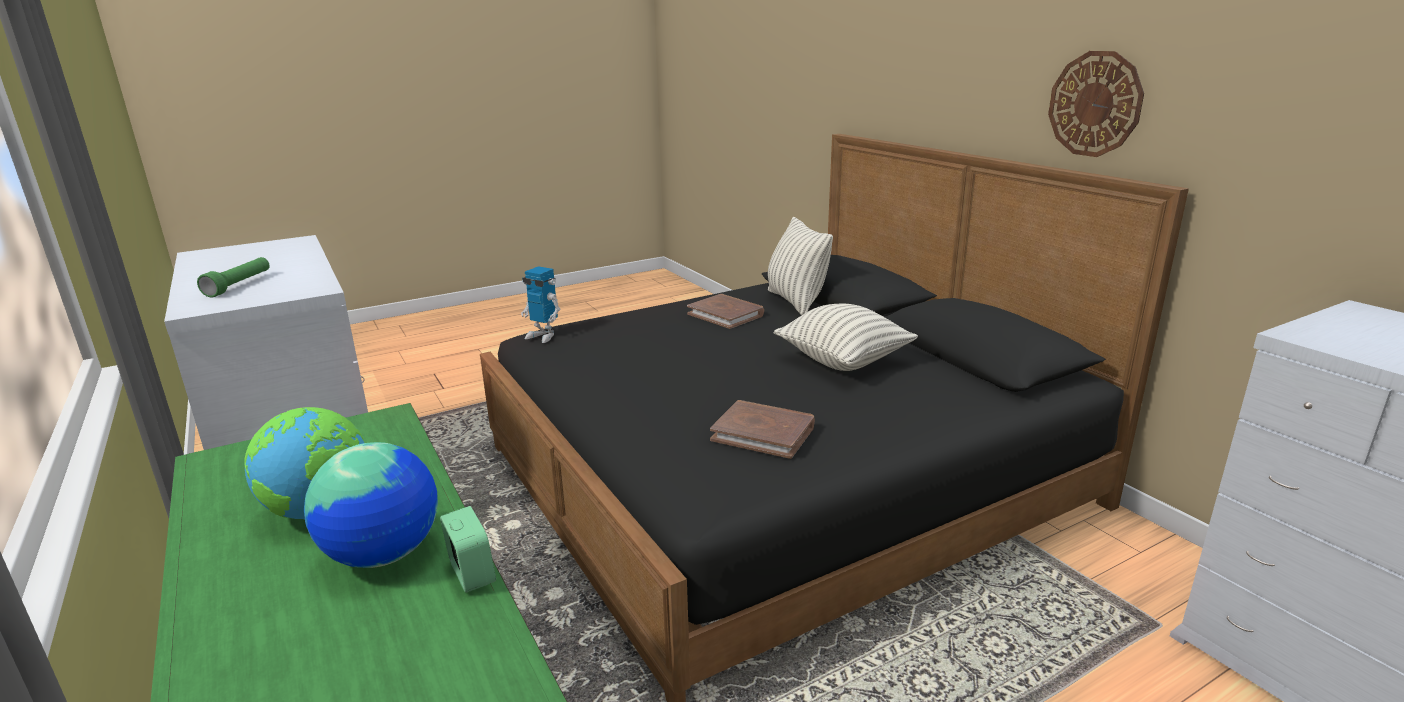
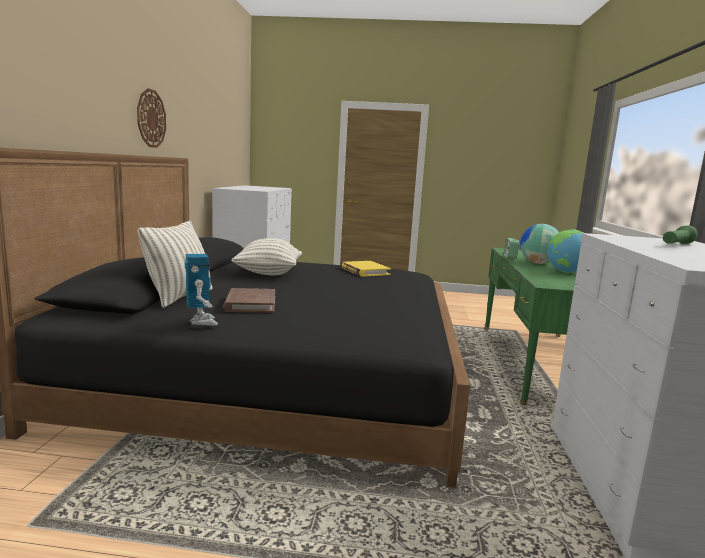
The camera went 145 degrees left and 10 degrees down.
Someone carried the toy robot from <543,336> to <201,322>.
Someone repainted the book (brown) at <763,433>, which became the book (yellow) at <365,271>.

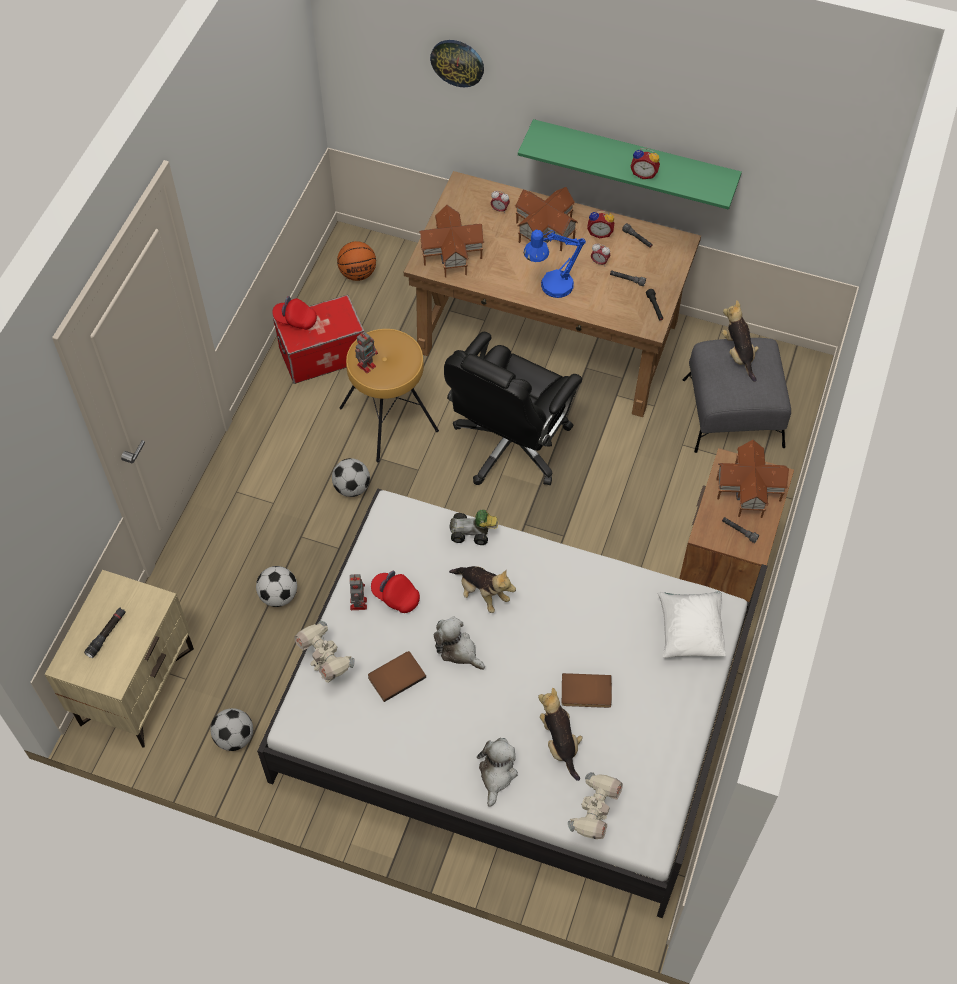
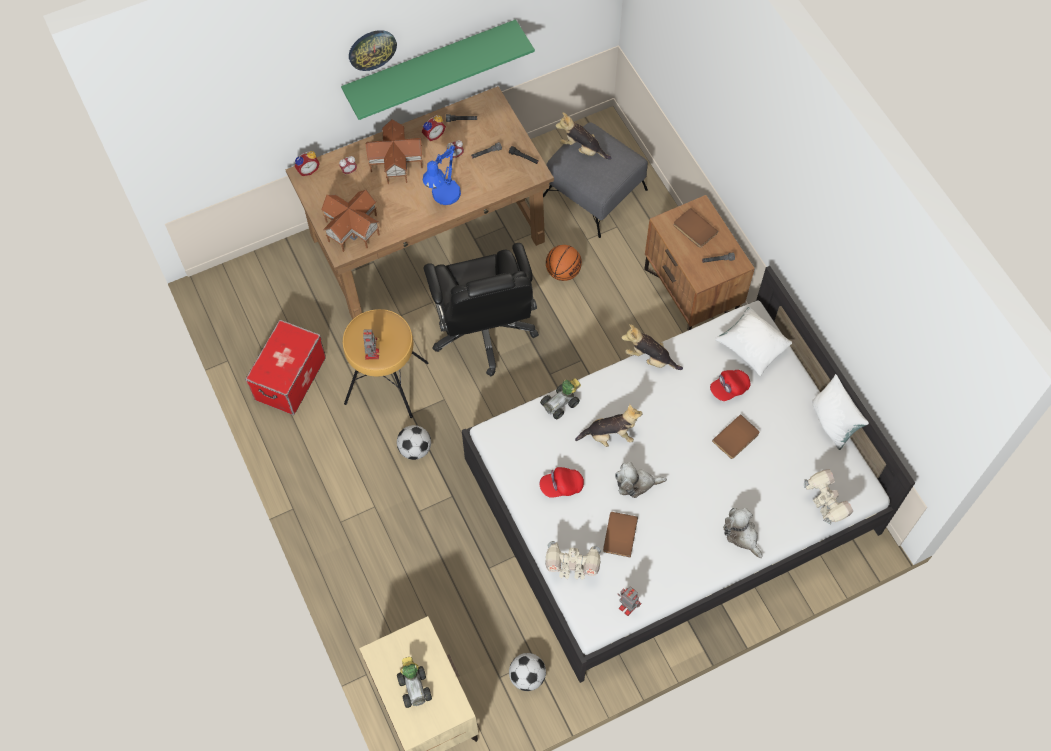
The camera went 45 degrees left and 5 degrees up.
Someone took away the football at <278,596>.
Someone put down the pillow (white) at <833,423>.
Someone carried the cap (red) from <295,320> to <729,389>.
Someone carried the basketball from <358,273> to <563,272>.
Someone carried the toy robot from <358,603> to <627,606>.
Someone carried the wall clock from <457,62> to <372,49>.
Someone carried the plush toy from <560,742> to <649,358>.
Someone carried the alarm clock from <644,173> to <308,170>.
Someone swapped the flashlight (black) at <106,634> for the toy car at <415,685>.
Someone swapped the toy house at <747,489> for the book (brown) at <694,230>.

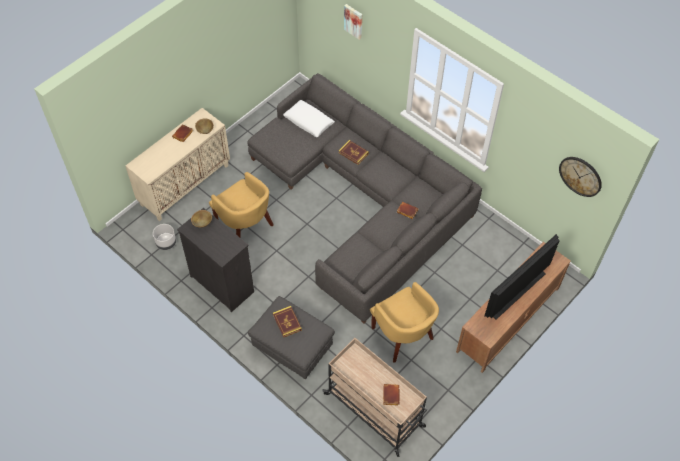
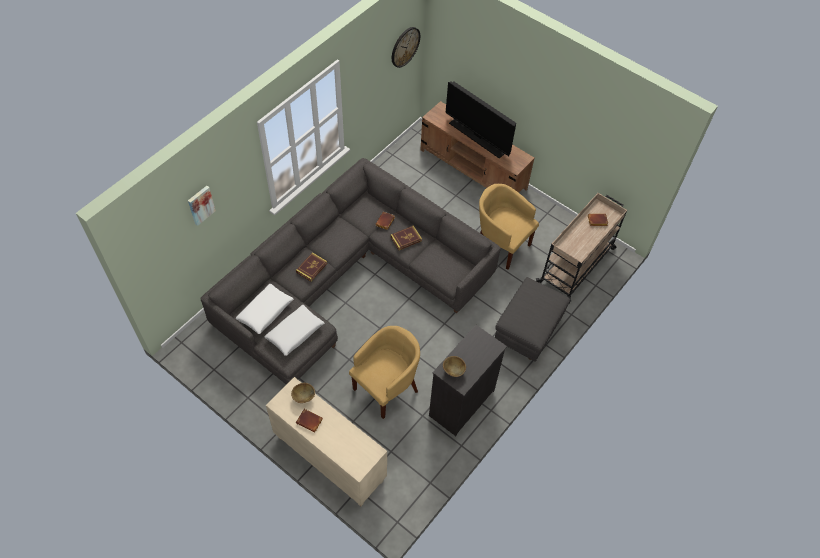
The camera went 95 degrees left and 0 degrees up.
Someone took away the planter (grey) at <166,242>.
Someone put down the pillow (white) at <295,333>.
Someone carried the book from <287,322> to <406,239>.
Someone rotated the armchair (yellow) at <403,336> by 105 degrees counterclockwise.

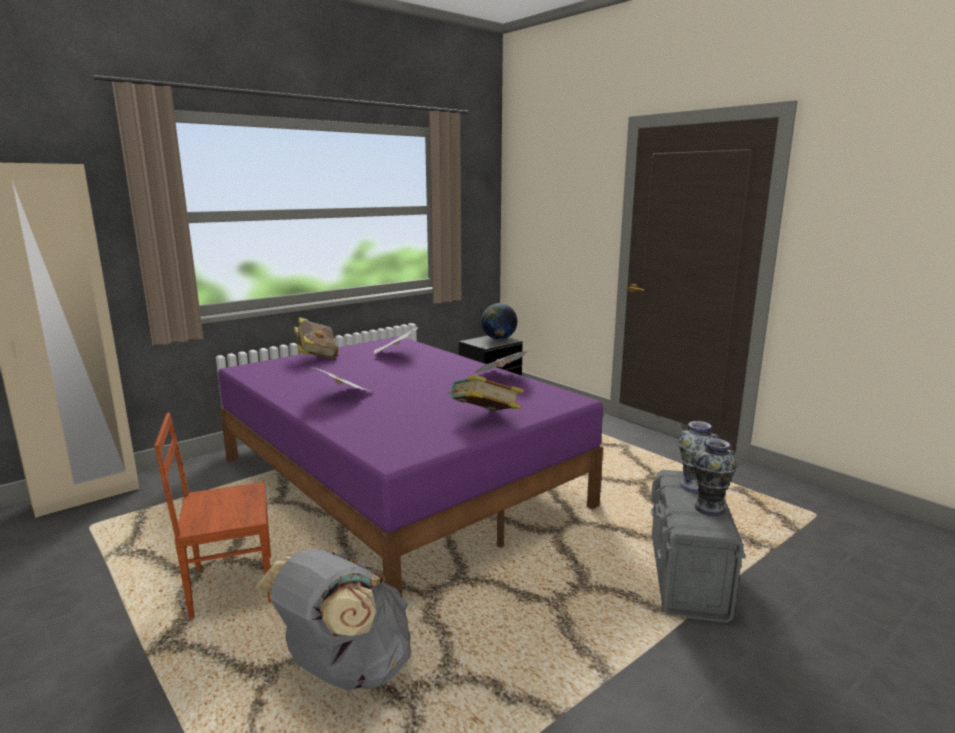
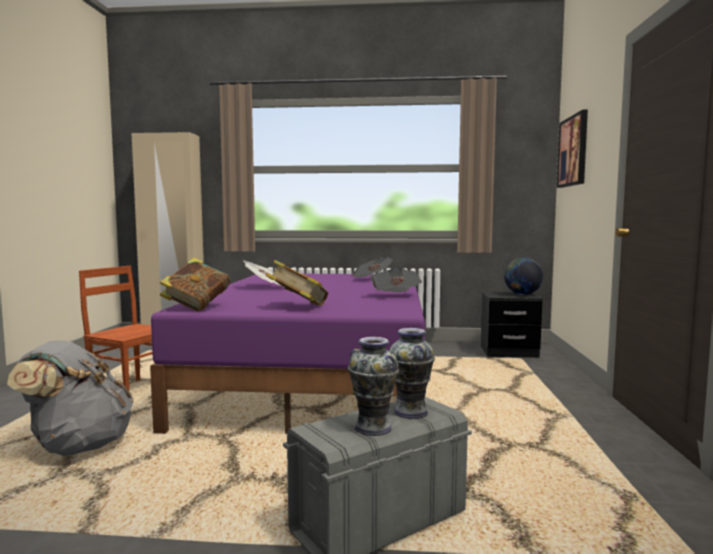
The camera went 45 degrees right and 10 degrees down.
Someone put up the picture at <573,151>.
Someone carried the book from <316,356> to <197,307>.

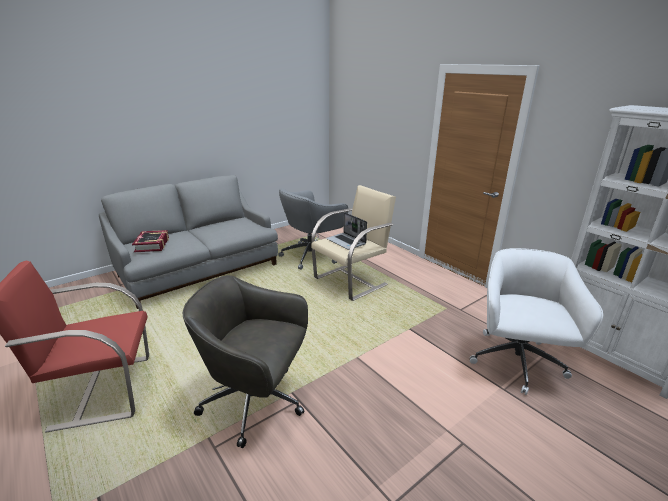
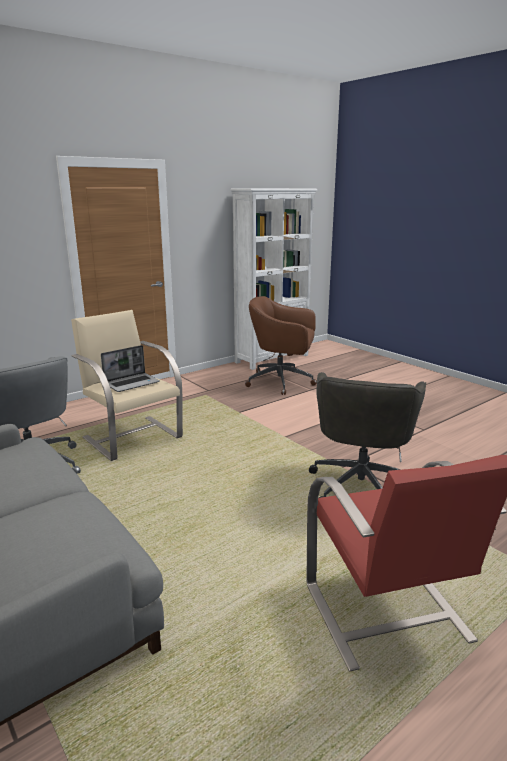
The camera went 90 degrees left and 5 degrees down.
Someone took away the book at <152,245>.
Someone repainted the office chair (white) at <516,363>, which became the office chair (brown) at <282,382>.

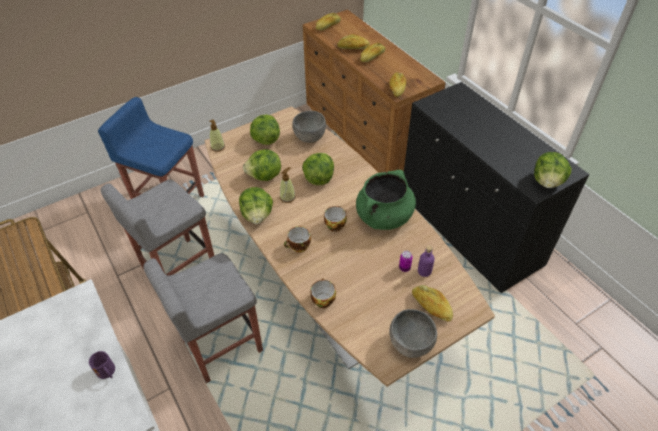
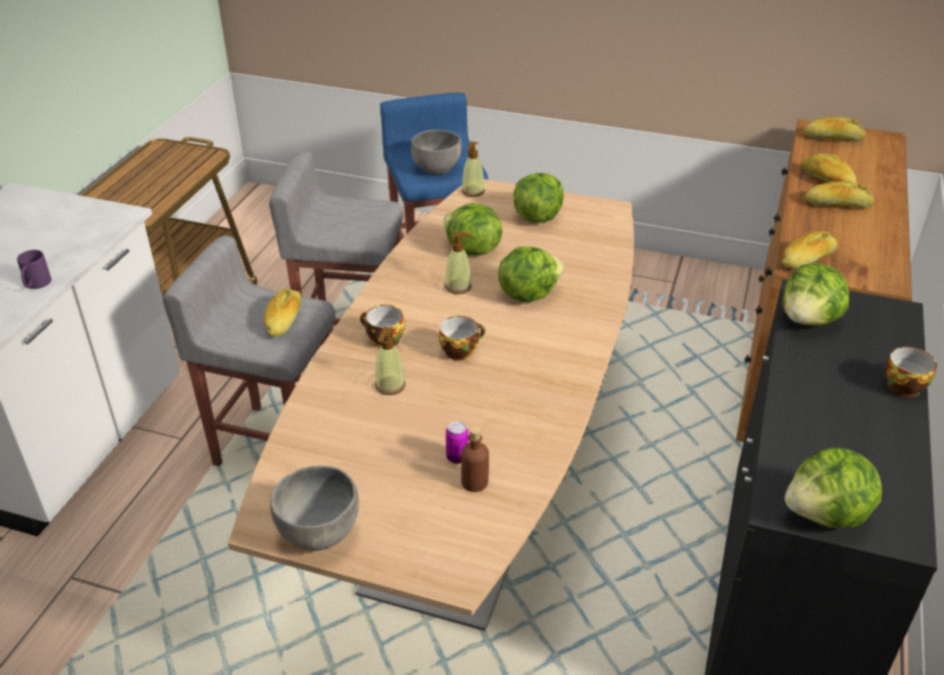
The camera went 50 degrees right and 10 degrees down.
Someone took away the cooking pot (green) at <384,217>.
Someone put down the soap dispenser at <390,386>.
Someone carried the lettuce from <257,215> to <809,320>.
Someone carried the bowl (grey) from <309,138> to <437,169>.
Someone carried the cup from <322,299> to <903,385>.
Someone carried the bread from <431,307> to <284,320>.
Someone repainted the bottle (purple) at <424,271>, which became the bottle (brown) at <474,482>.

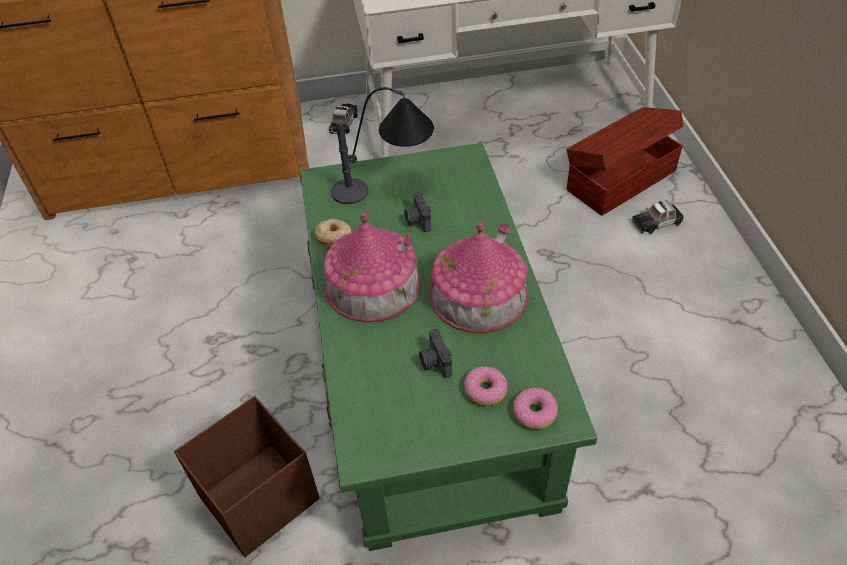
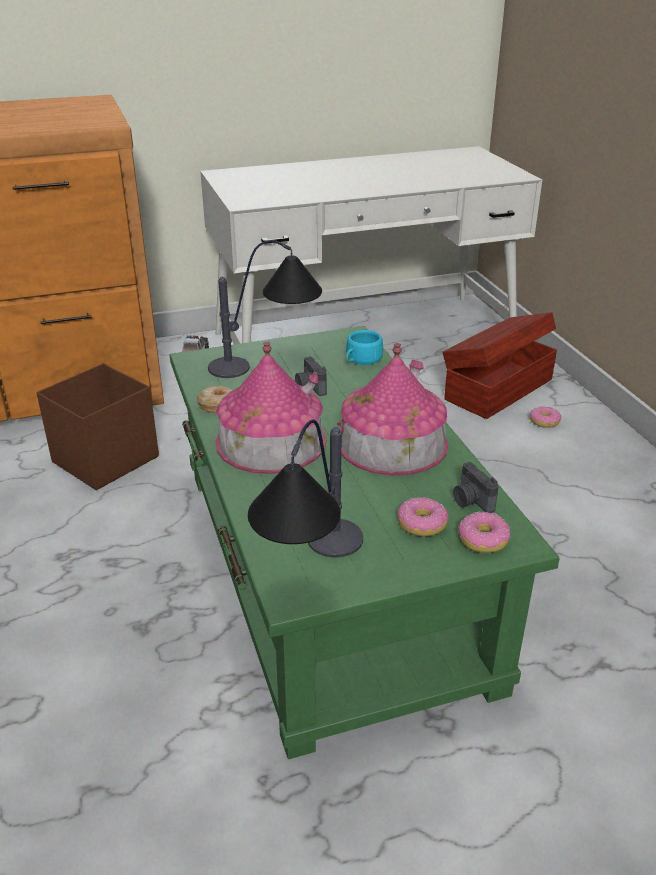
The camera went 10 degrees left and 15 degrees down.
Someone put down the table lamp at <312,575>.
Someone put down the cup (turquoise) at <361,360>.
Someone carried the storage box (brown) from <257,499> to <104,460>.
Someone carried the photo camera from <434,362> to <471,501>.
Someone swapped the toy car at <656,222> for the donut at <544,421>.

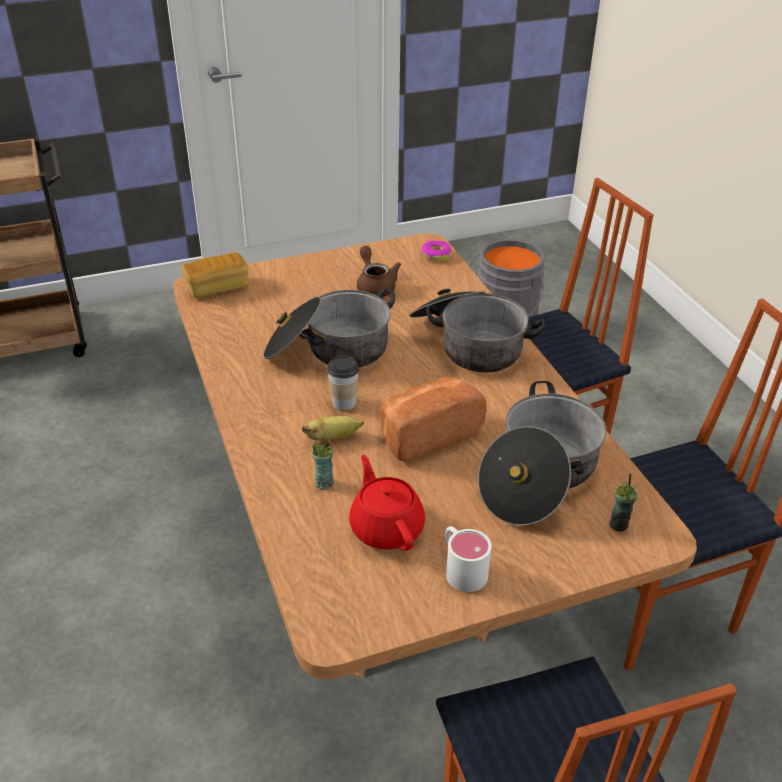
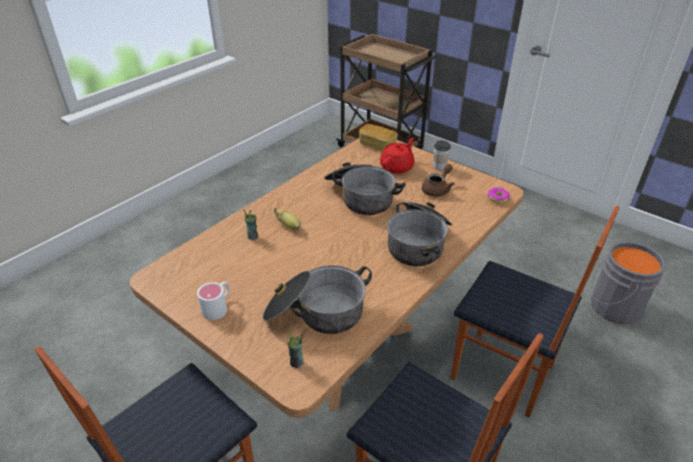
The camera went 60 degrees right and 0 degrees up.
Someone took away the bread at <426,433>.
Someone carried the cup from <344,403> to <439,167>.
Someone carried the teapot (red) from <386,527> to <397,167>.

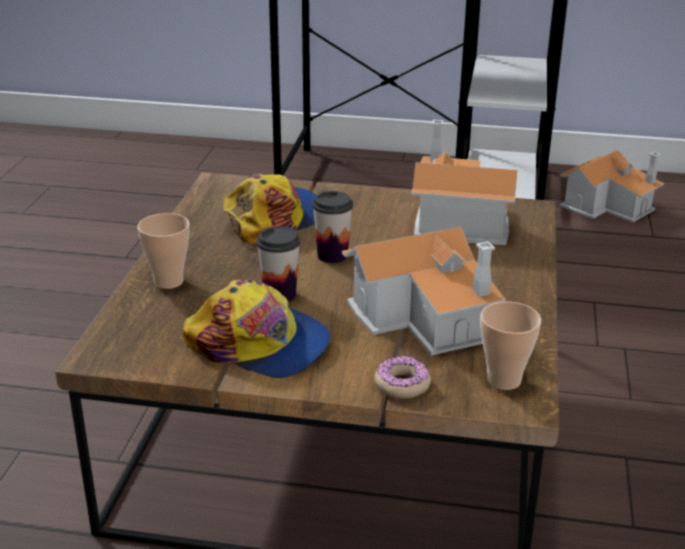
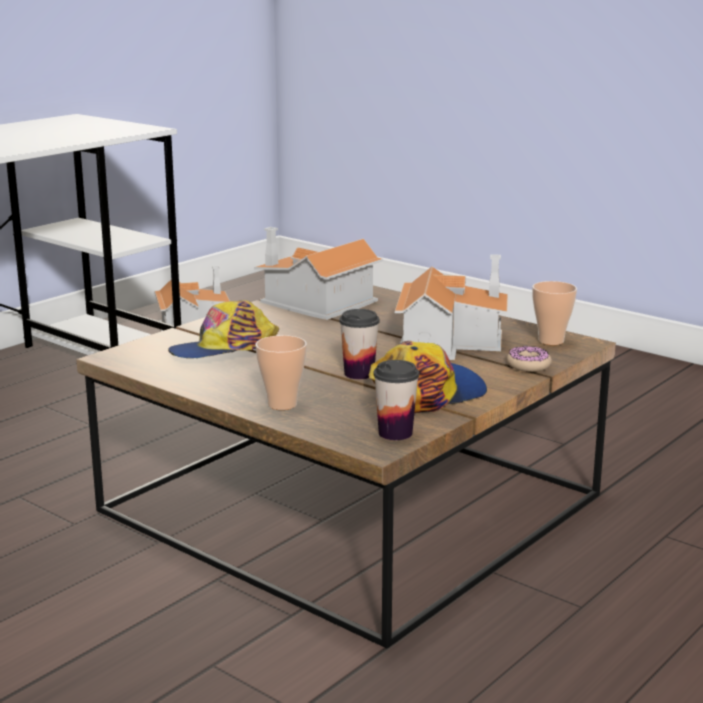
The camera went 60 degrees left and 10 degrees down.
Someone carried the cup from <332,255> to <395,433>.
Someone rotated the cap at <276,219> by 105 degrees counterclockwise.

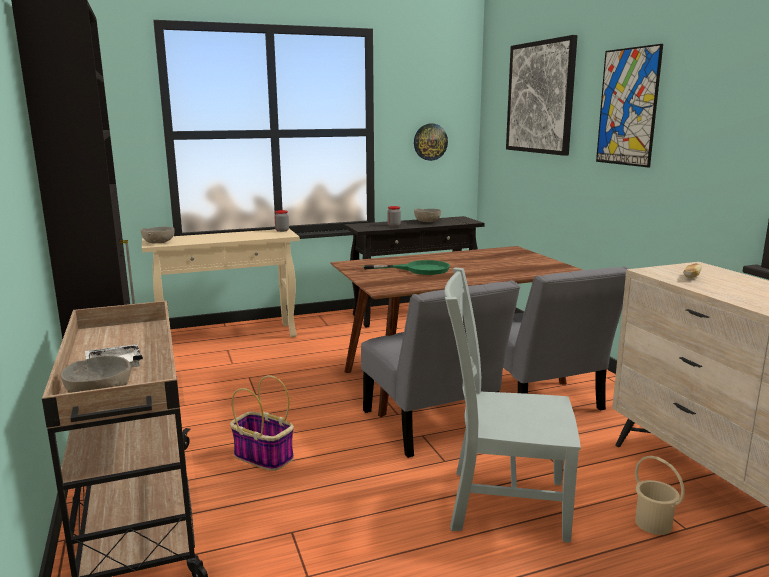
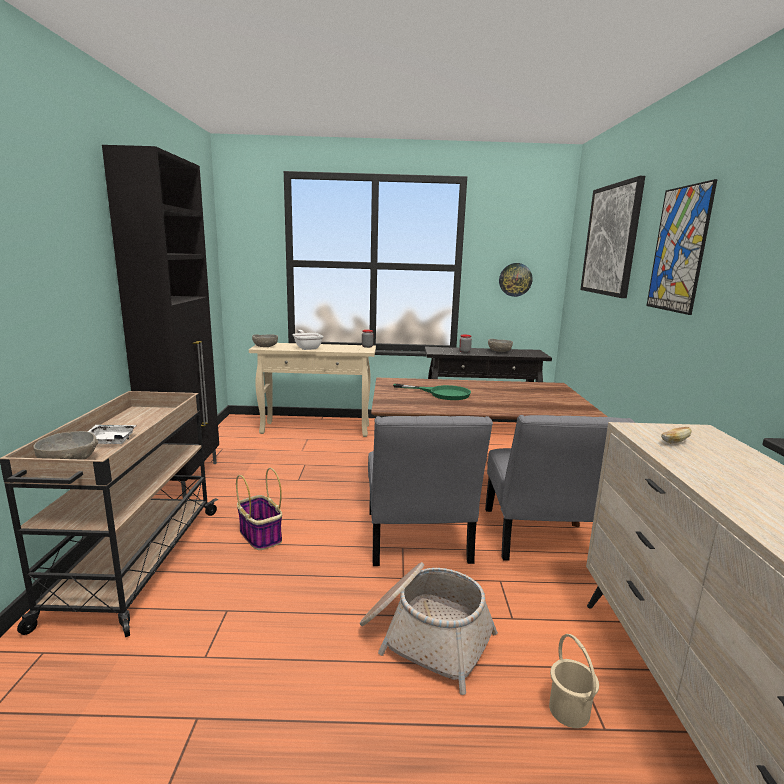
The camera went 20 degrees right and 0 degrees up.
Someone put down the frying pan at <307,348>.
Someone swapped the chair (grey) at <502,503> for the basket at <424,636>.

